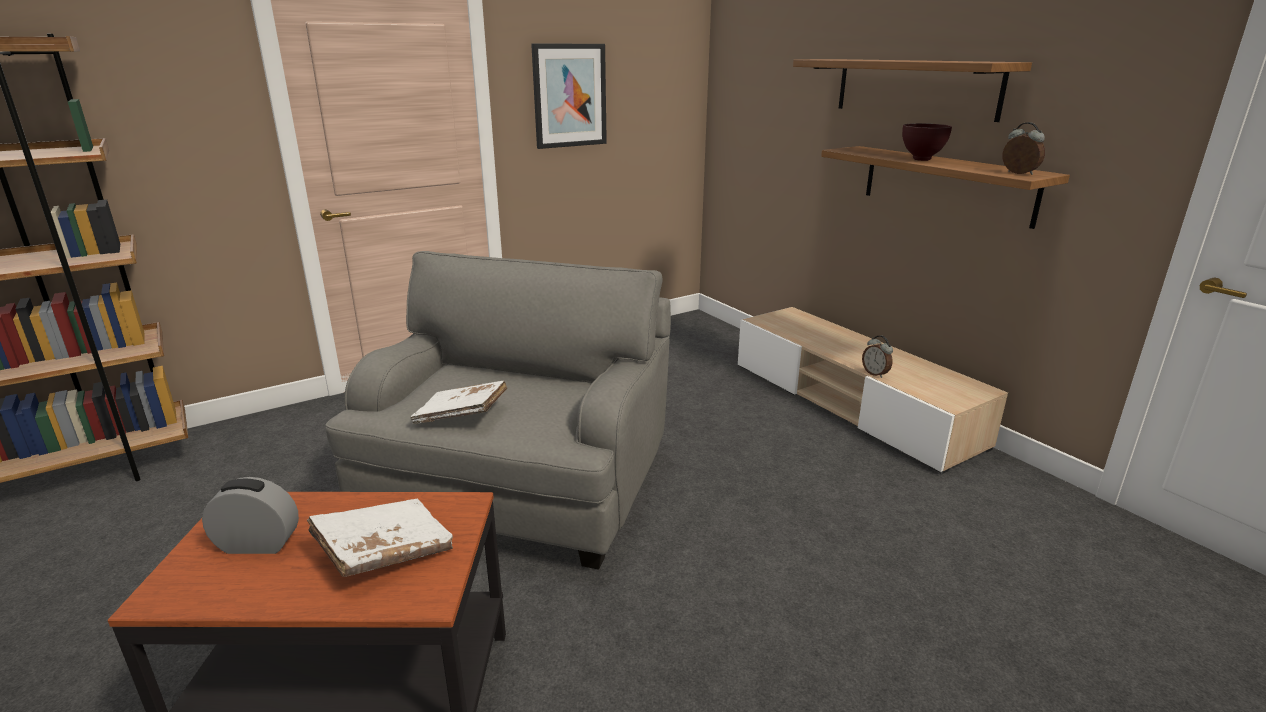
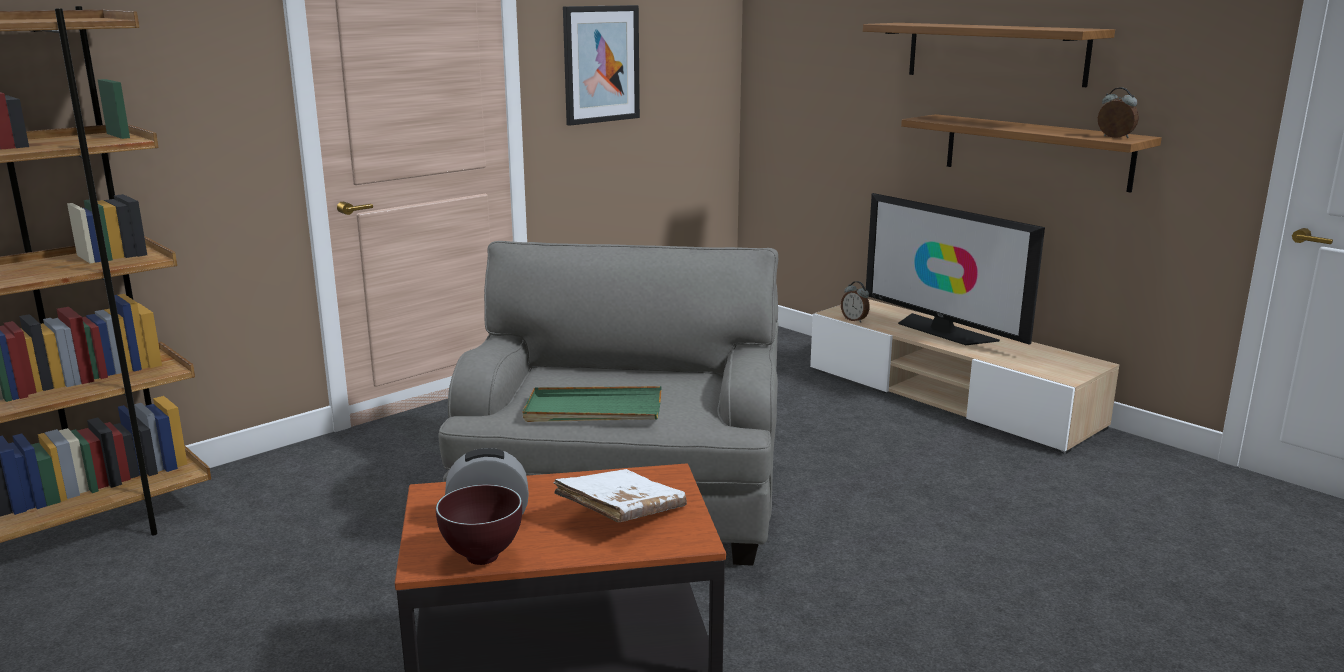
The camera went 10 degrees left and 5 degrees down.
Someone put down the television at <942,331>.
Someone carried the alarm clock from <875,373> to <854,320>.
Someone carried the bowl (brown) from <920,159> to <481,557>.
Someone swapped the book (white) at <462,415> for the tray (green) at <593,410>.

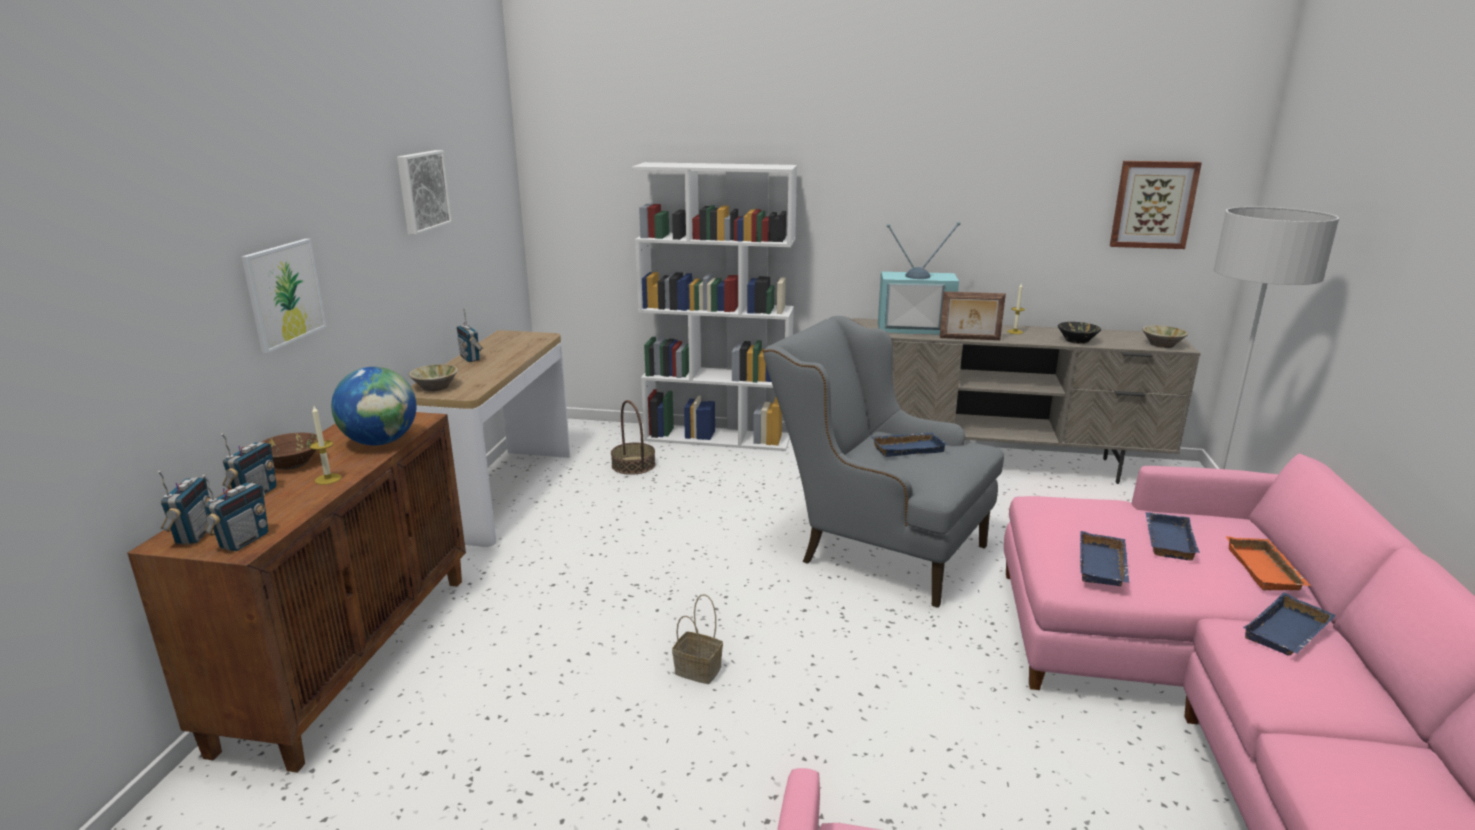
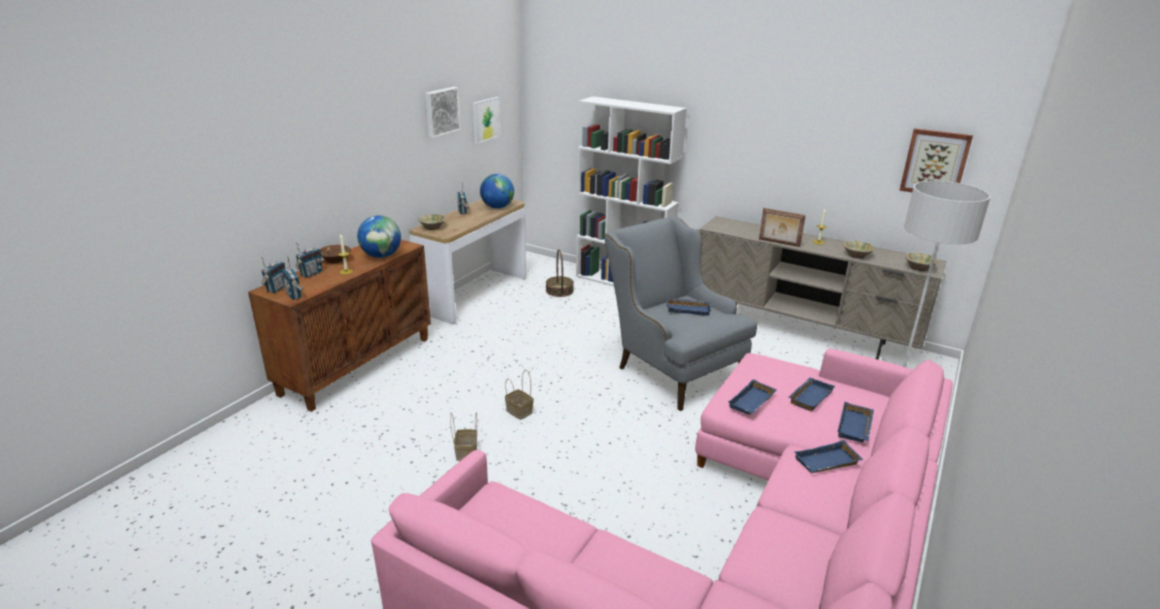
The camera went 20 degrees right and 5 degrees up.
Someone took away the television at <915,328>.
Someone put down the basket at <466,452>.
Someone put down the globe at <497,207>.
Someone carried the picture from <284,294> to <486,119>.
Someone repainted the bowl (black) at <1077,340>, which became the bowl (beige) at <857,255>.
Someone repainted the tray (orange) at <1266,570>, which became the tray (blue) at <856,427>.
Someone rotated the radio at <244,541> by 105 degrees clockwise.

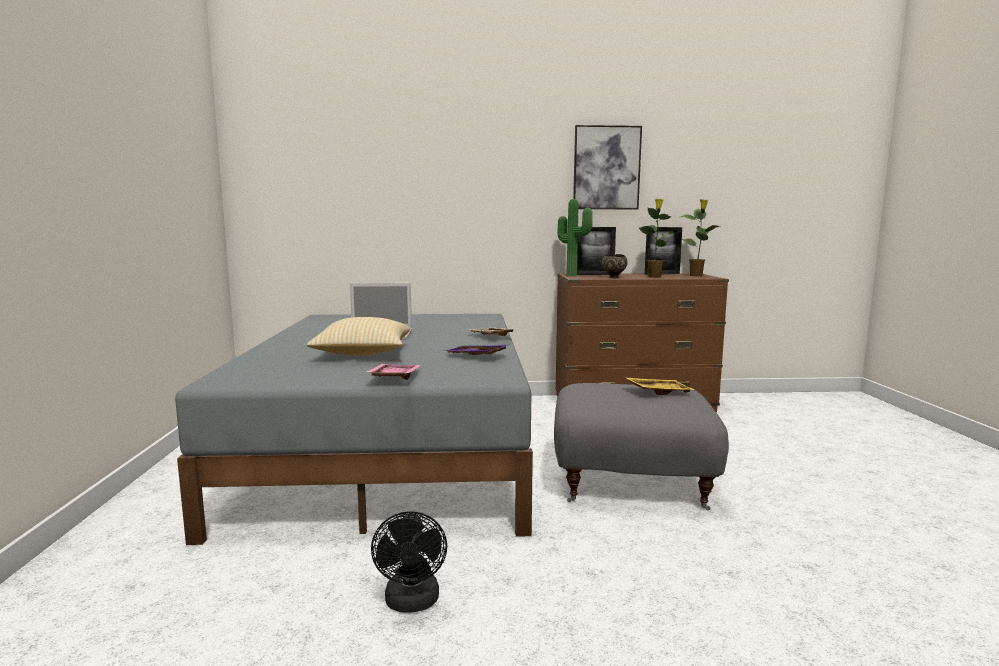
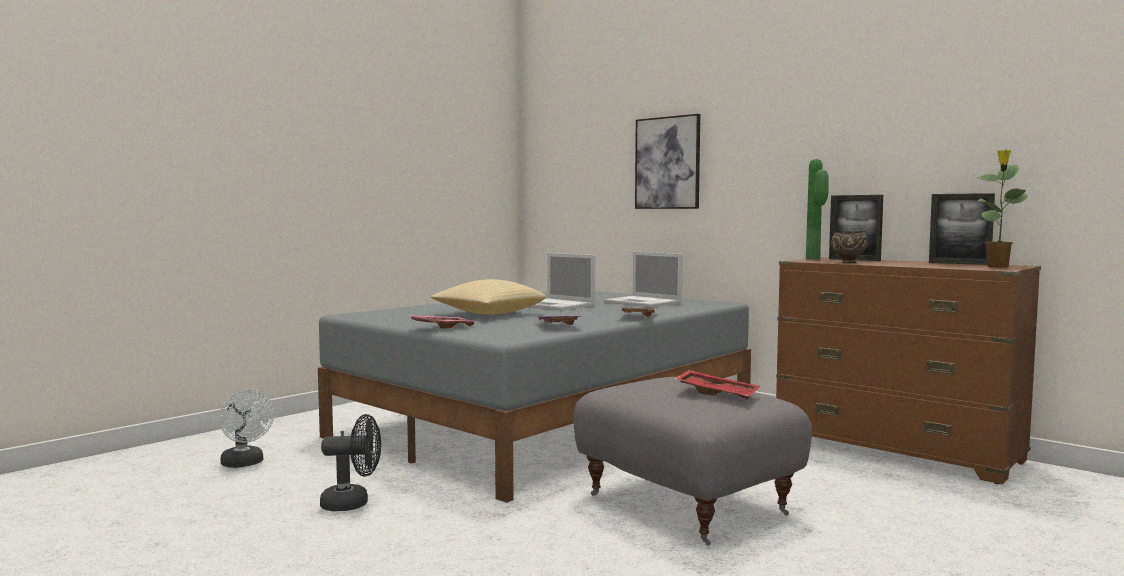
The camera went 45 degrees right and 5 degrees down.
Someone took away the potted plant at <654,277>.
Someone put down the fan (white) at <245,464>.
Someone put down the laptop at <644,302>.
Someone carried the picture from <606,168> to <667,163>.
Someone repainted the tray (yellow) at <658,392>, which became the tray (red) at <717,393>.
Someone rotated the fan (black) at <412,603> by 135 degrees counterclockwise.

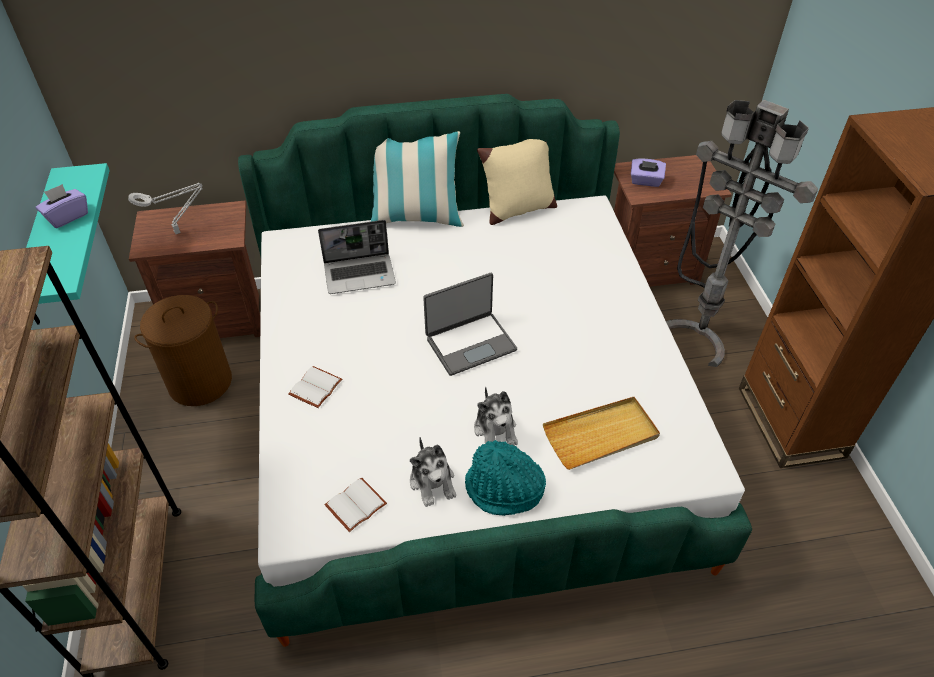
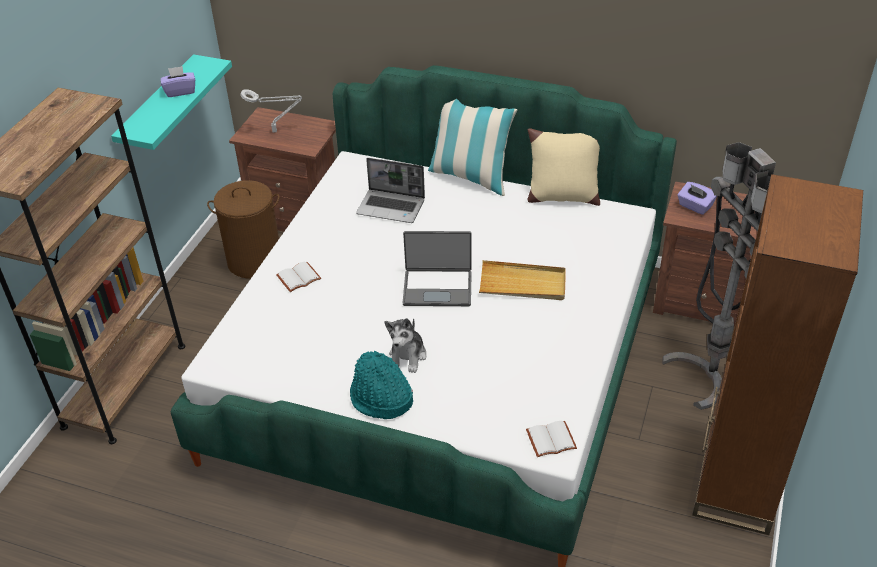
The camera went 30 degrees right and 5 degrees down.
Someone took away the plush toy at <433,481>.
Someone carried the book (white) from <355,503> to <551,438>.
Someone carried the tray (beige) from <601,435> to <522,284>.

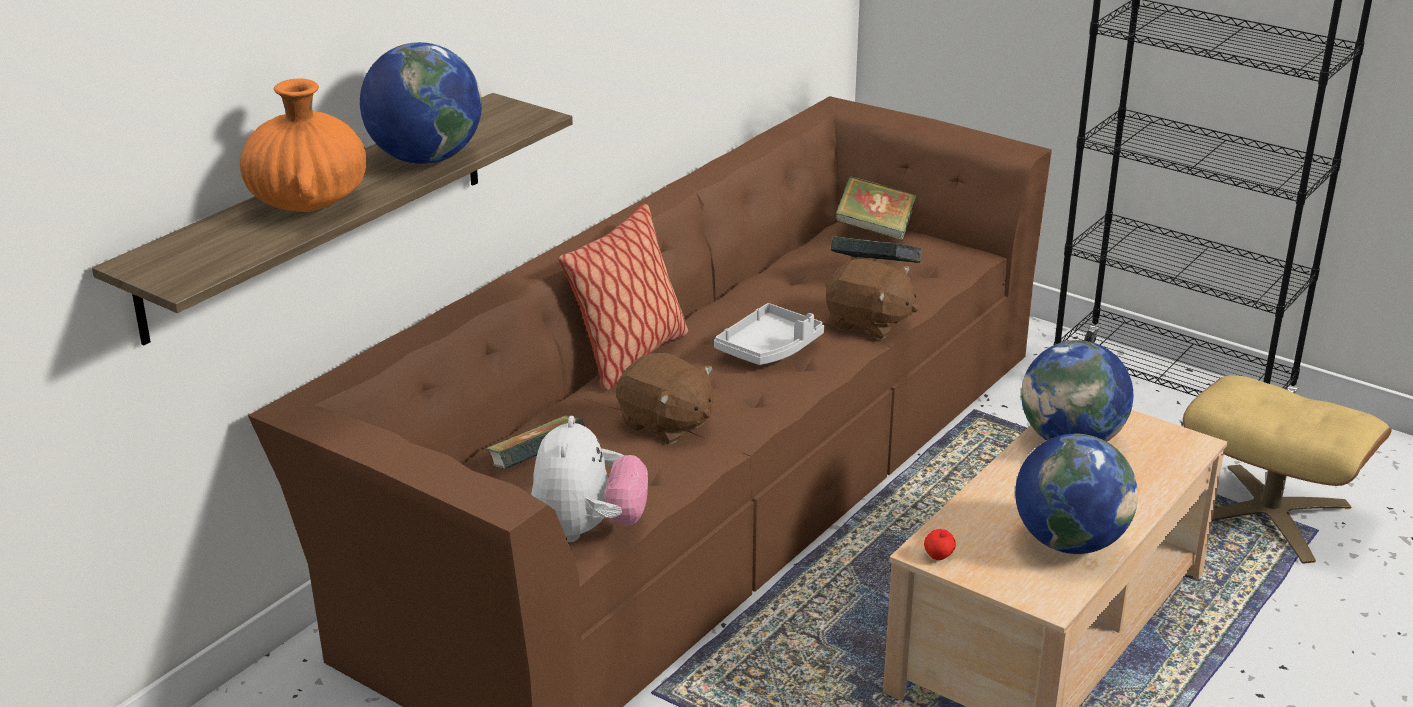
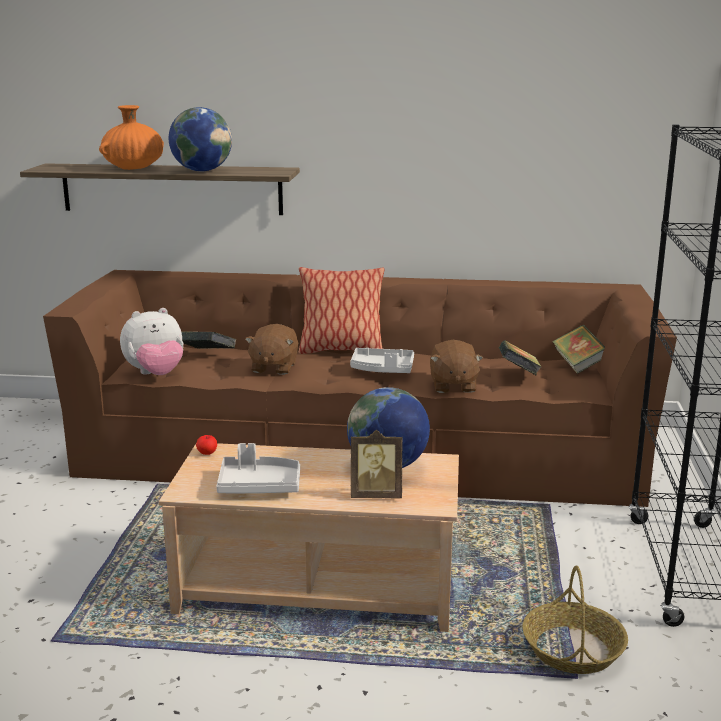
The camera went 60 degrees right and 10 degrees down.
Someone put down the picture frame at <376,495>.
Someone swapped the globe at <1069,542> for the tray (grey) at <259,486>.
Someone swapped the ottoman (beige) at <1268,513> for the basket at <572,649>.

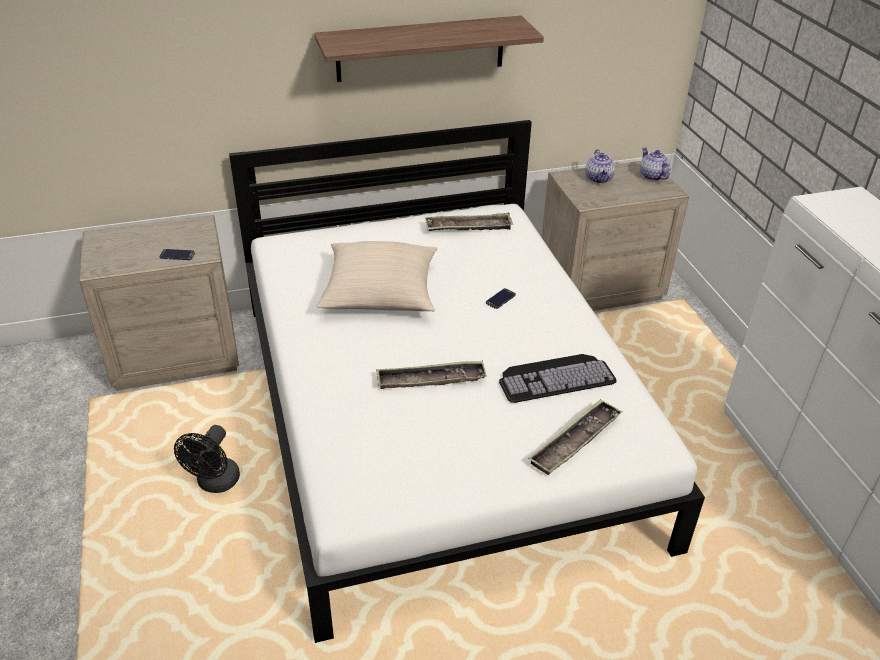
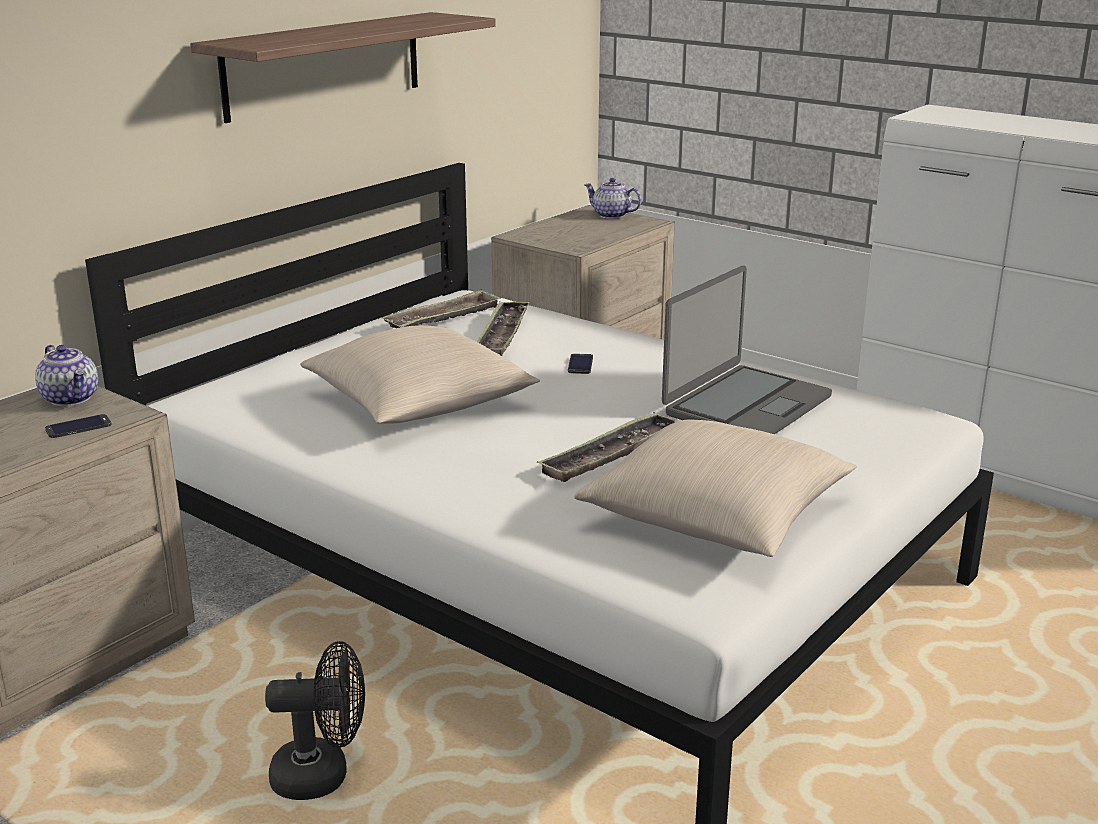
The camera went 35 degrees left and 15 degrees down.
Someone put down the pillow (beige) at <716,517>.
Someone carried the tray from <575,441> to <502,335>.
Someone carried the teapot from <599,179> to <71,398>.
Someone swapped the keyboard at <555,376> for the laptop at <745,405>.
Someone rotated the fan (black) at <215,484> by 75 degrees counterclockwise.

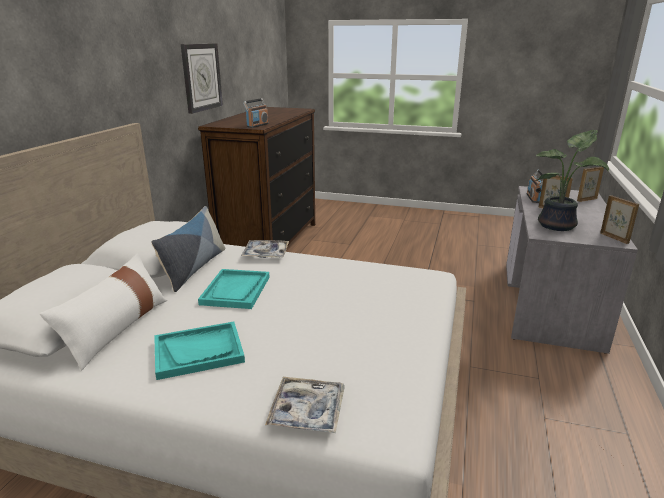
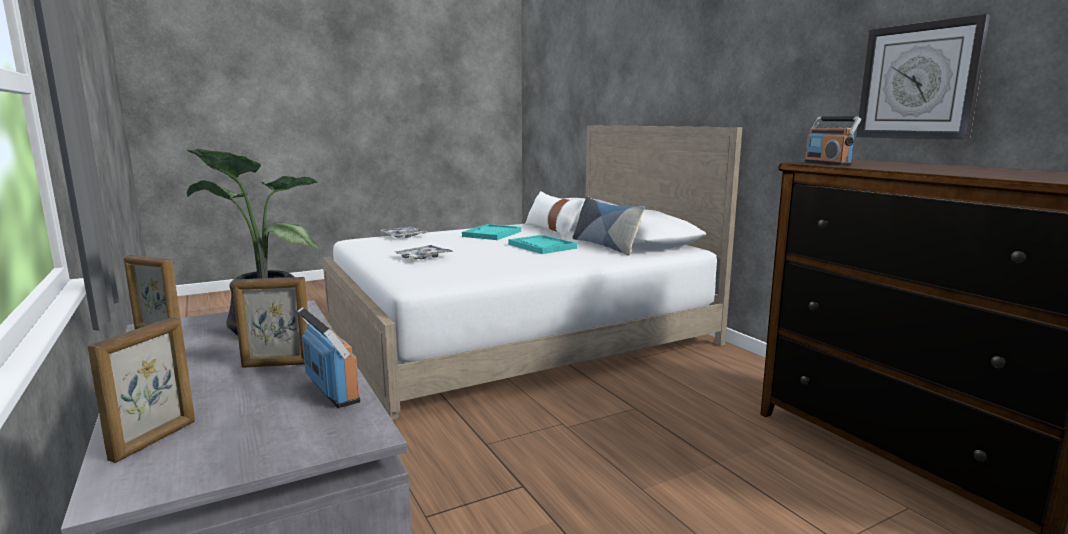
The camera went 135 degrees right and 10 degrees down.
Someone carried the tray from <266,254> to <423,257>.

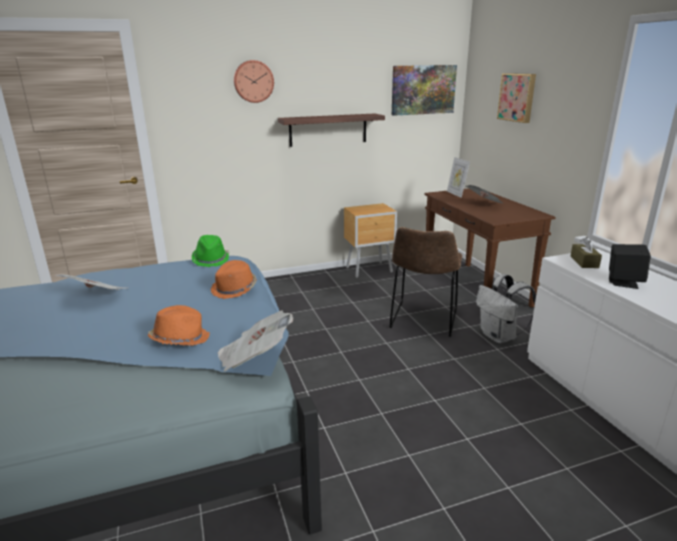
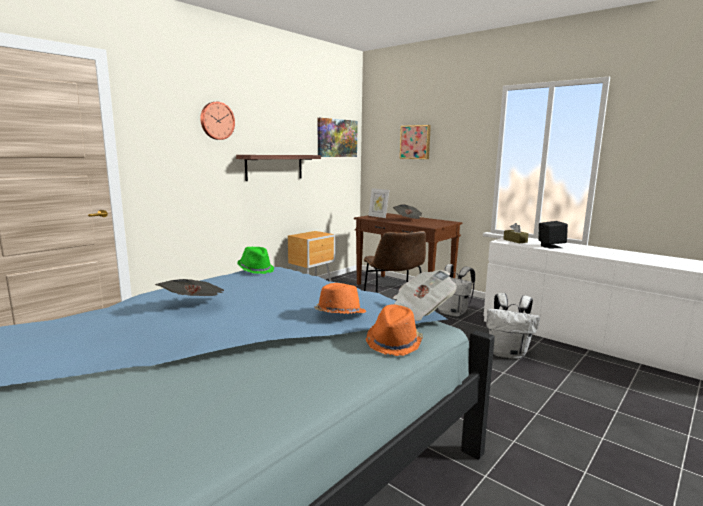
The camera went 30 degrees left and 10 degrees down.
Someone put down the backpack (white) at <508,354>.
Someone carried the hat (orange) from <235,289> to <394,343>.

